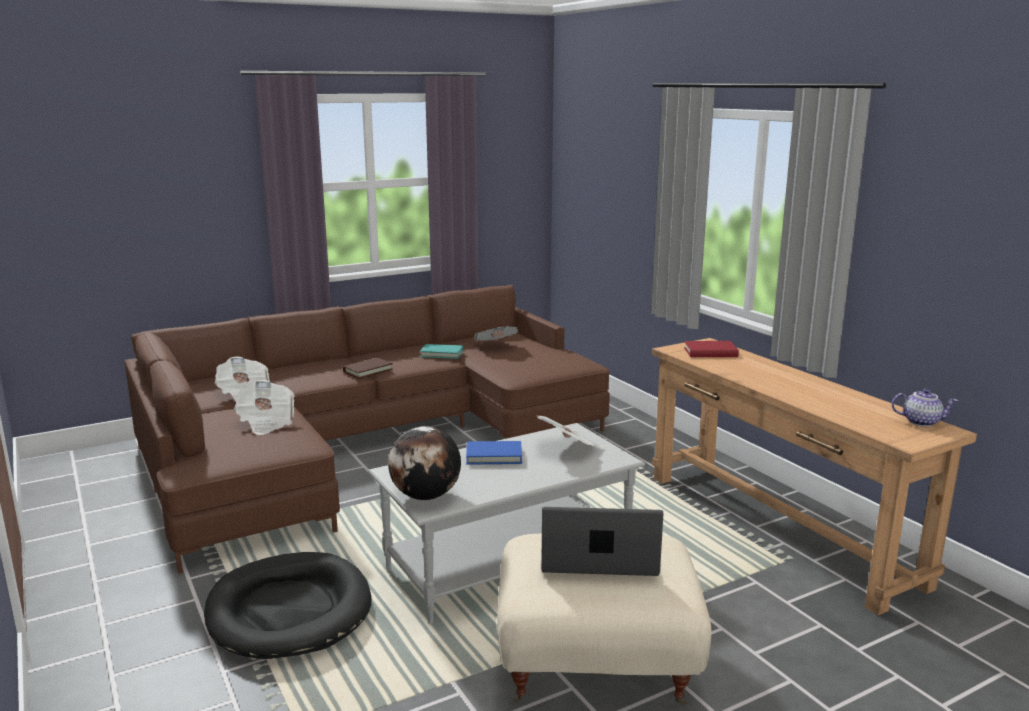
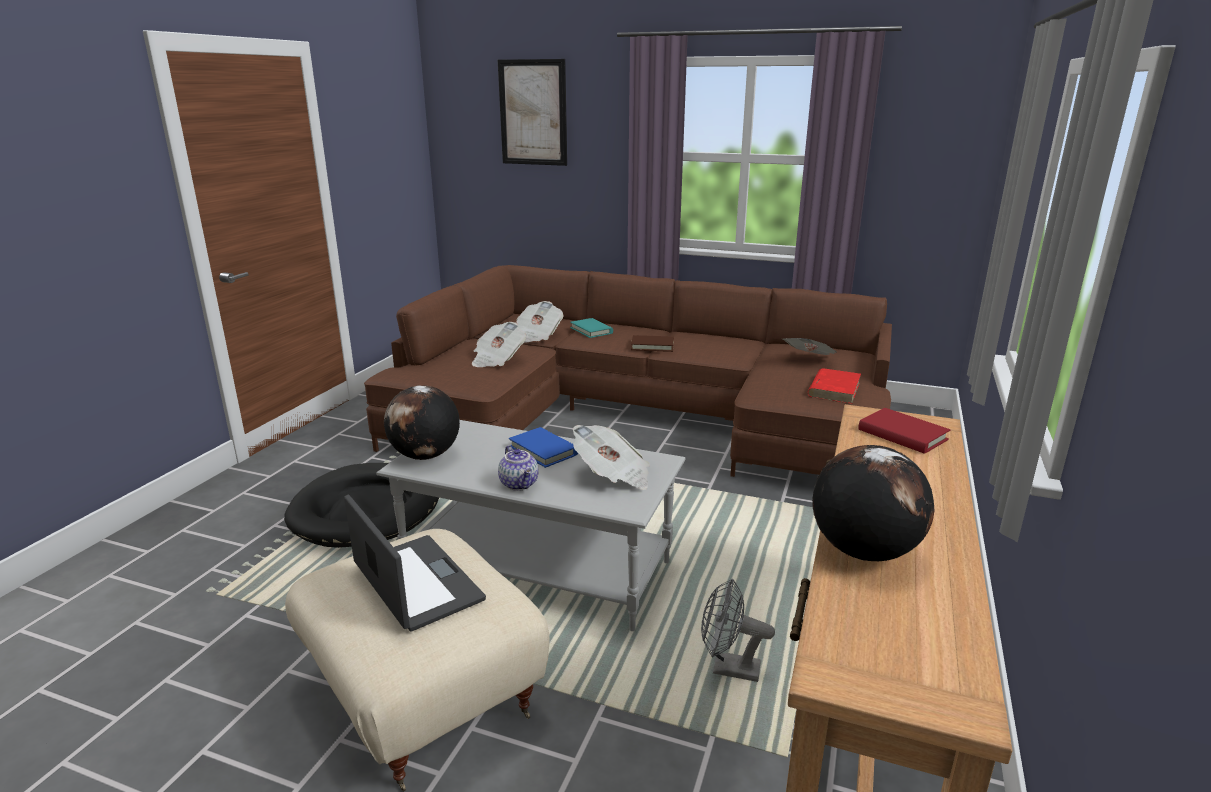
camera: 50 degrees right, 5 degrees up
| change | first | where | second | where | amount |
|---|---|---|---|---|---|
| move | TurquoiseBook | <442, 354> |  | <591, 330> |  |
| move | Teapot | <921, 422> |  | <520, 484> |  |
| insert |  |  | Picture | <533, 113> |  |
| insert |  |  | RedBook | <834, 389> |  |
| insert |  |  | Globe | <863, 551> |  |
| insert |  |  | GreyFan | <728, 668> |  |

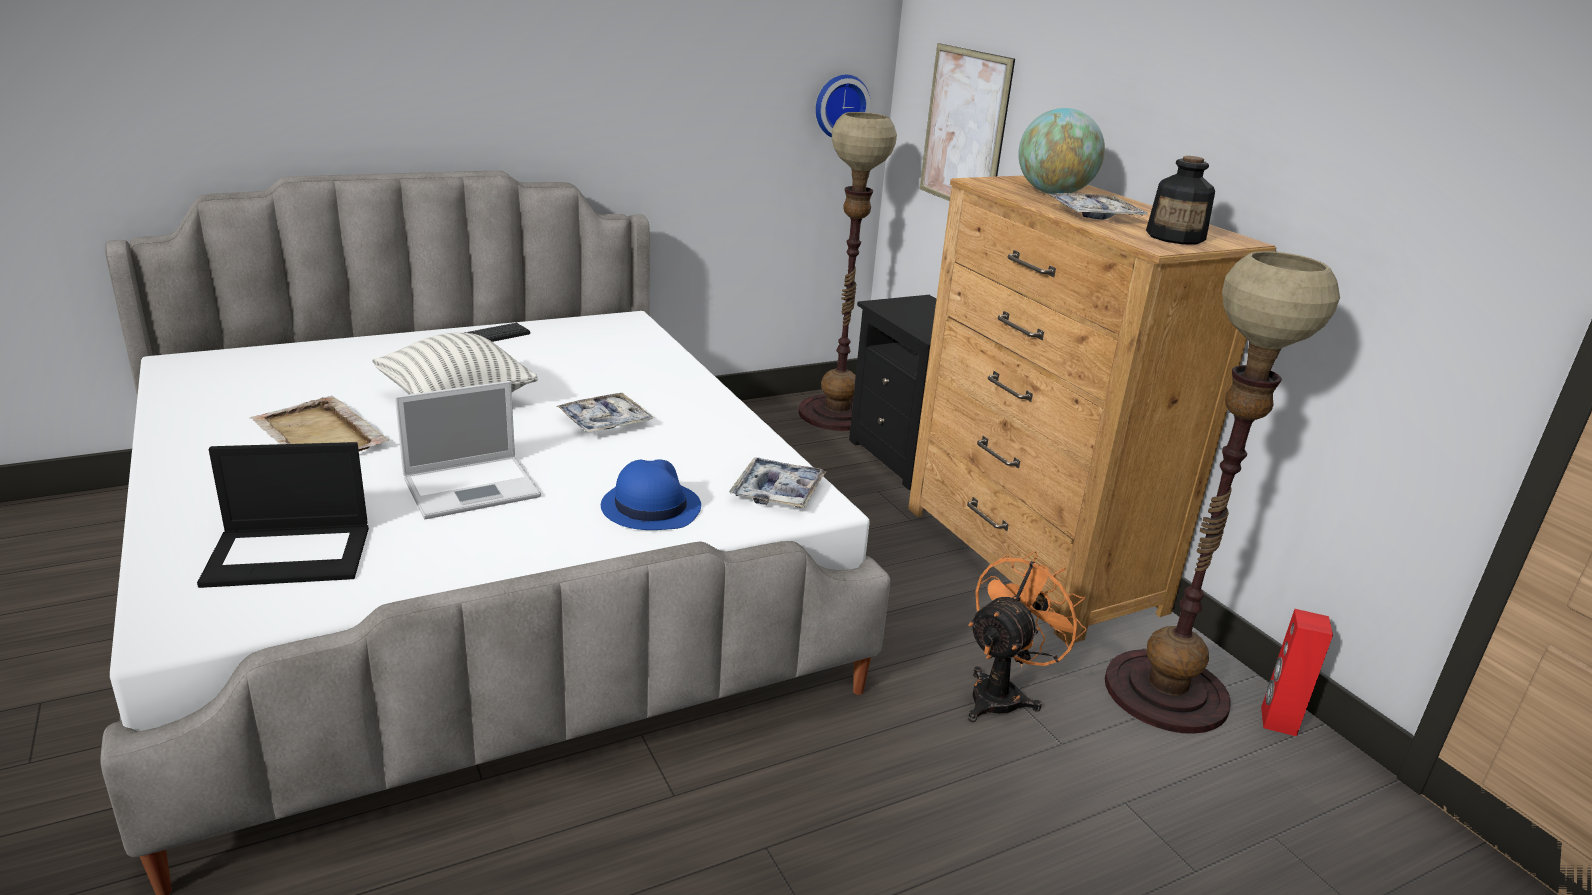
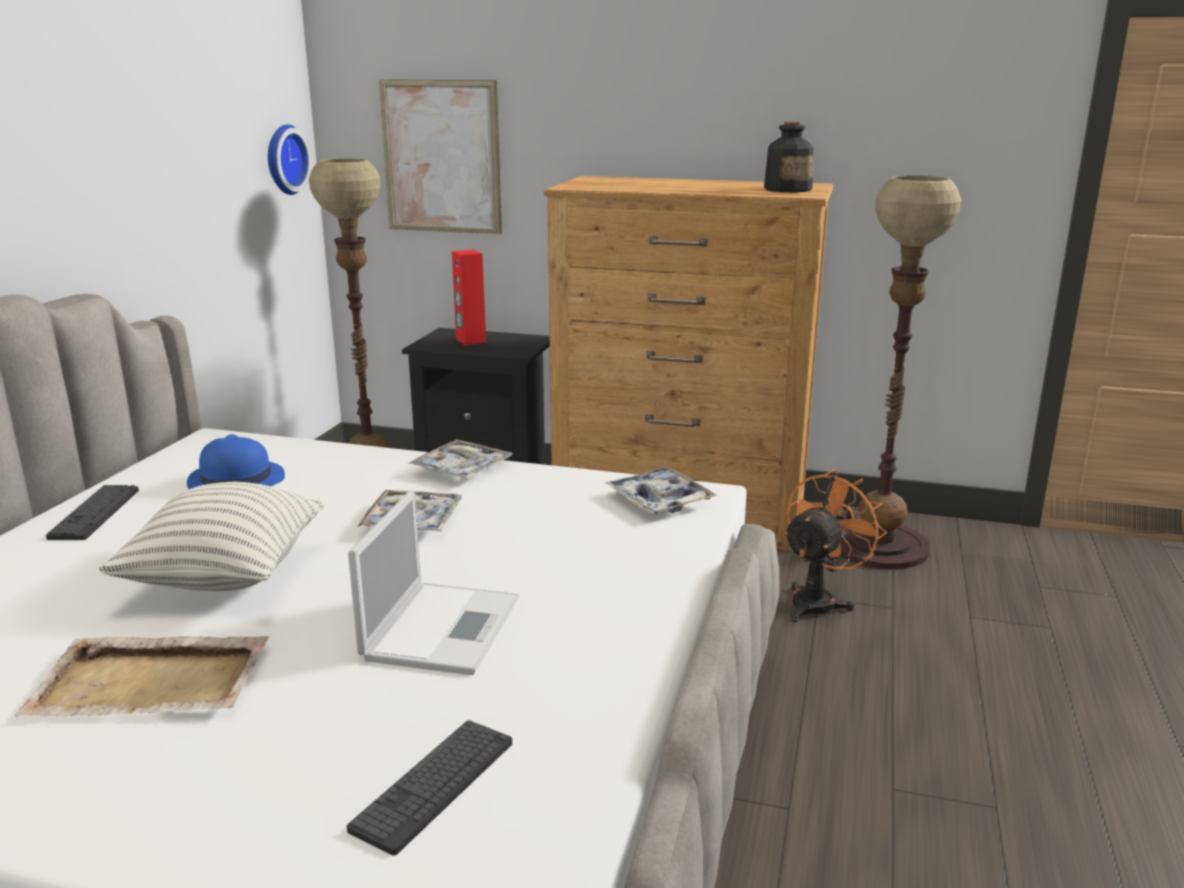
camera: 45 degrees left, 5 degrees down
| change | first | where | second | where | amount |
|---|---|---|---|---|---|
| delete | Globe | <1054, 193> |  |  |  |
| move | Tray | <1094, 215> |  | <461, 469> |  |
| replace | Laptop | <291, 554> | Keyboard | <434, 785> |  |
| move | BlueHat | <650, 507> |  | <235, 480> |  |
| rotate | OrangeFan | <1003, 694> |  | <819, 601> | 45 degrees clockwise |
| move | RedSpeaker | <1277, 721> |  | <470, 340> |  |

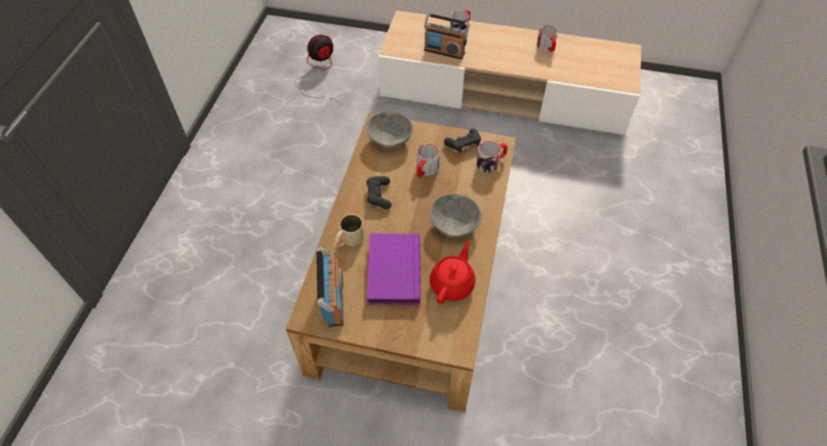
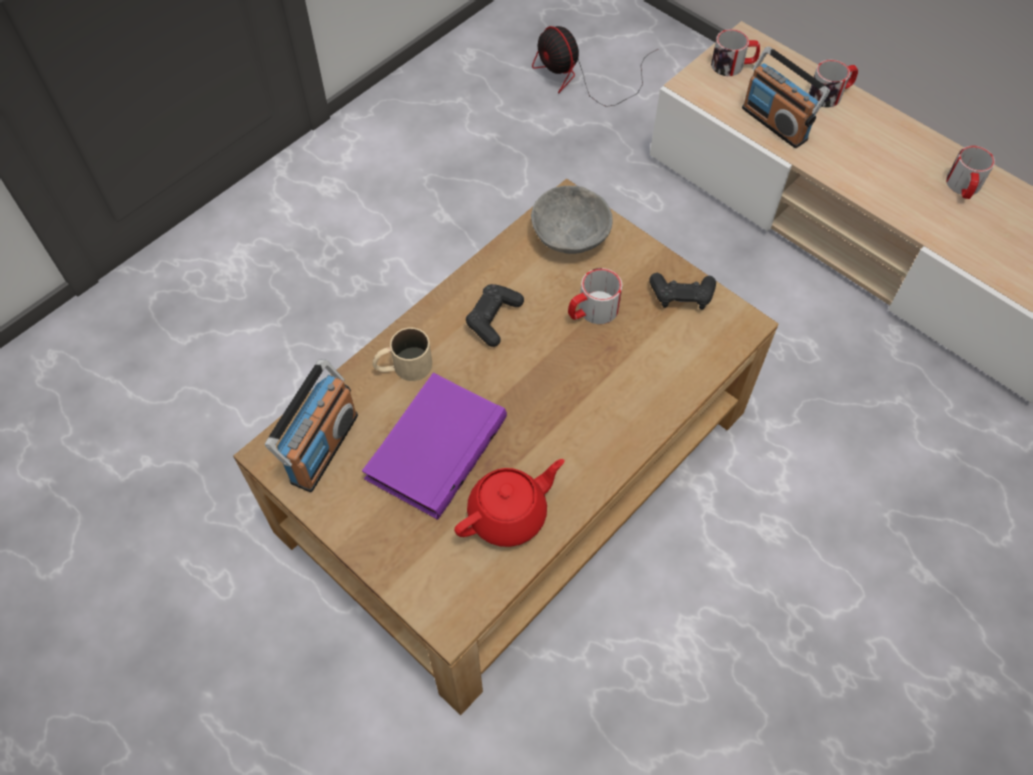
camera: 30 degrees right, 5 degrees up
| change | first | where | second | where | amount |
|---|---|---|---|---|---|
| rotate | Fan | <319, 72> |  | <581, 78> | 120 degrees counterclockwise |
| move | Mug | <491, 162> |  | <733, 65> |  |
| delete | GreyBowl | <453, 224> |  |  |  |

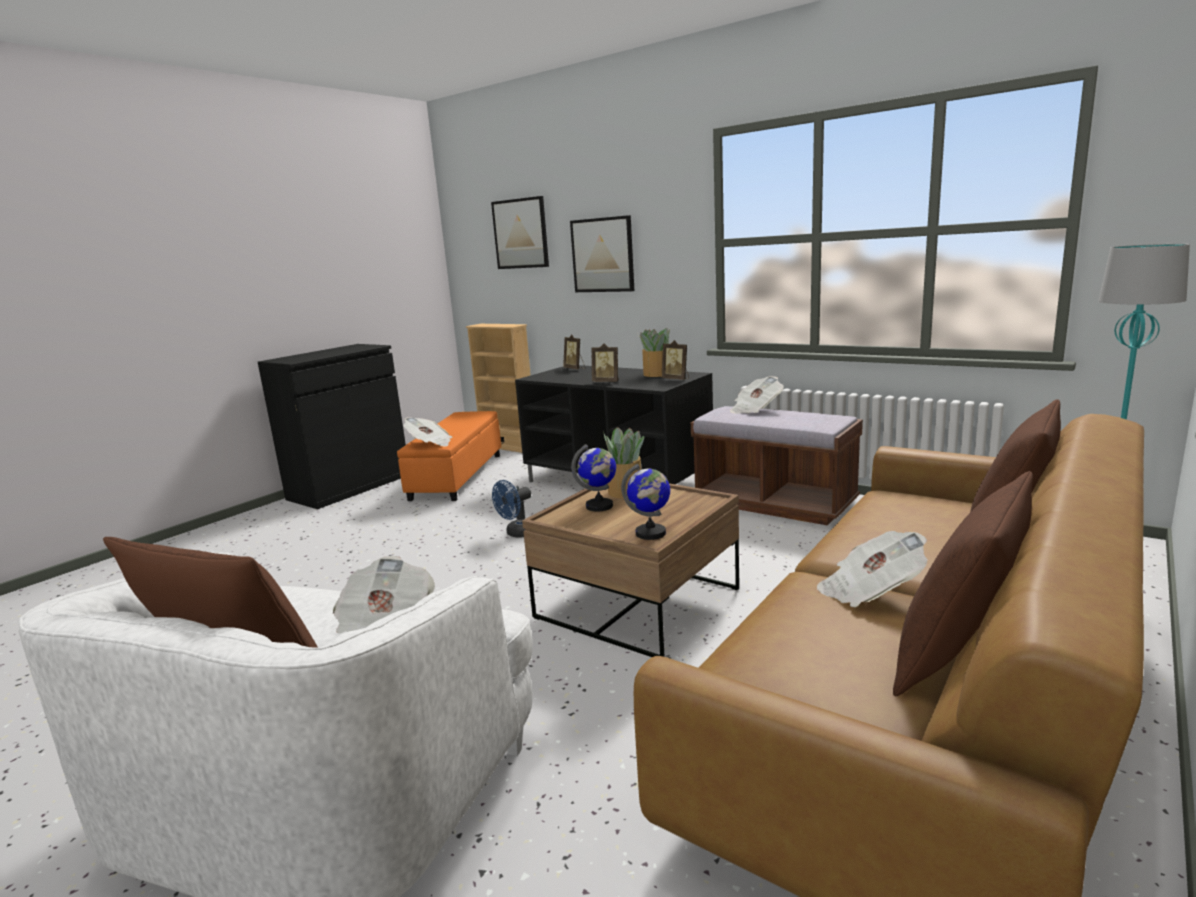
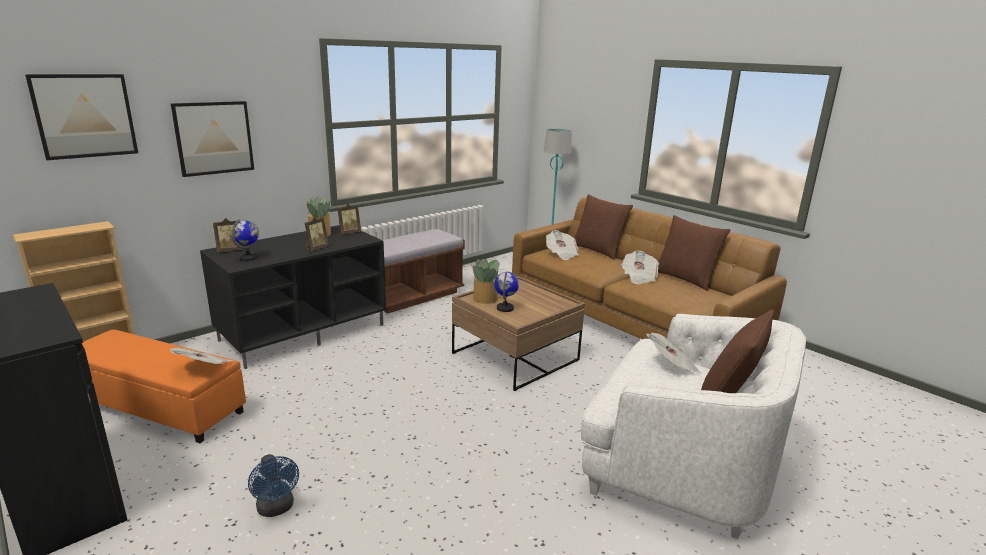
camera: 80 degrees left, 5 degrees up
| change | first | where | second | where | amount |
|---|---|---|---|---|---|
| move | Newspaper | <755, 409> |  | <561, 254> |  |
| move | Globe | <650, 533> |  | <248, 258> |  |
| move | BlueFan | <517, 534> |  | <277, 509> |  |

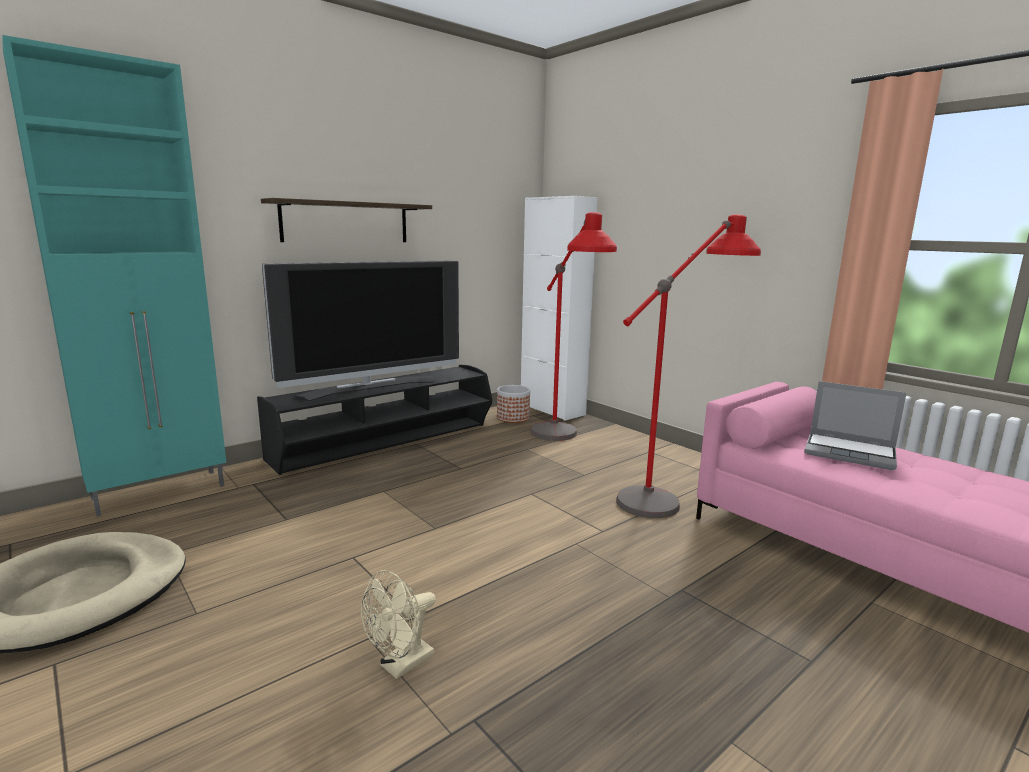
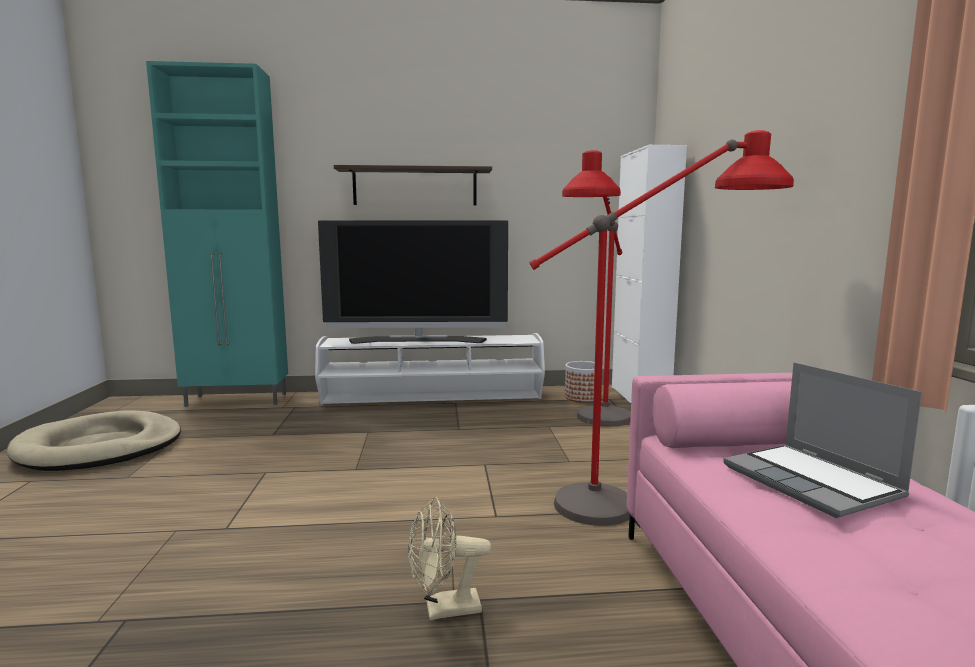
camera: 35 degrees right, 5 degrees down
| change | first | where | second | where | amount |
|---|---|---|---|---|---|
| recolor | BlackTvStand | <387, 443> | WhiteTvStand | <433, 398> |  |
| move | BeigeFan | <401, 665> |  | <444, 609> |  |

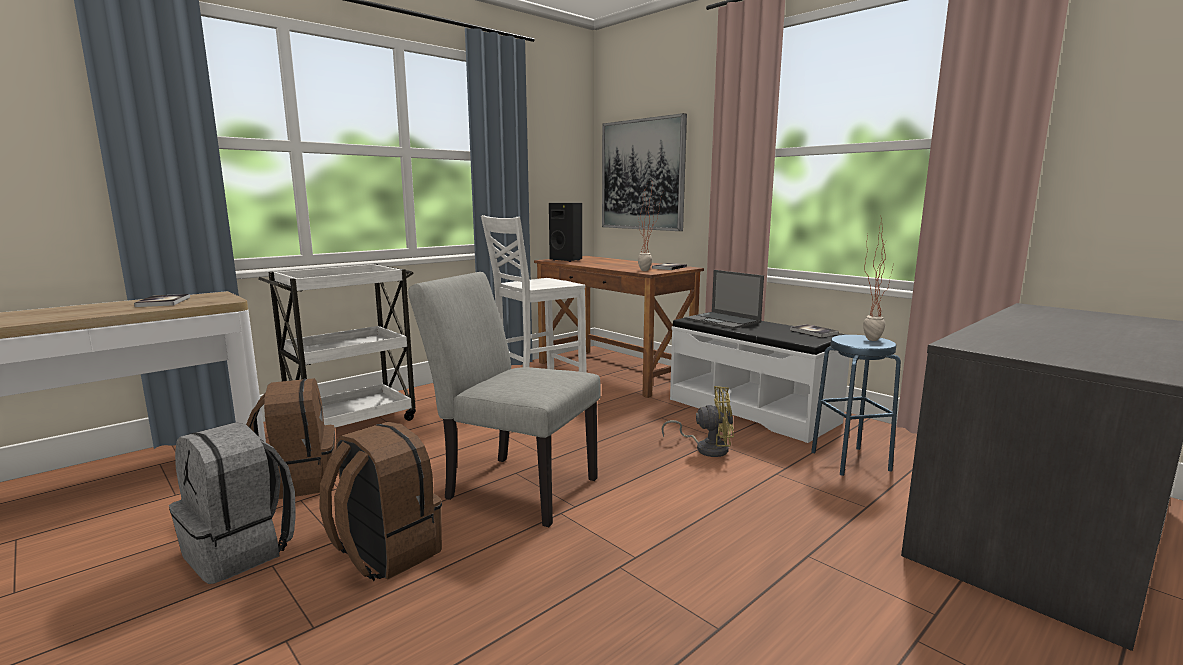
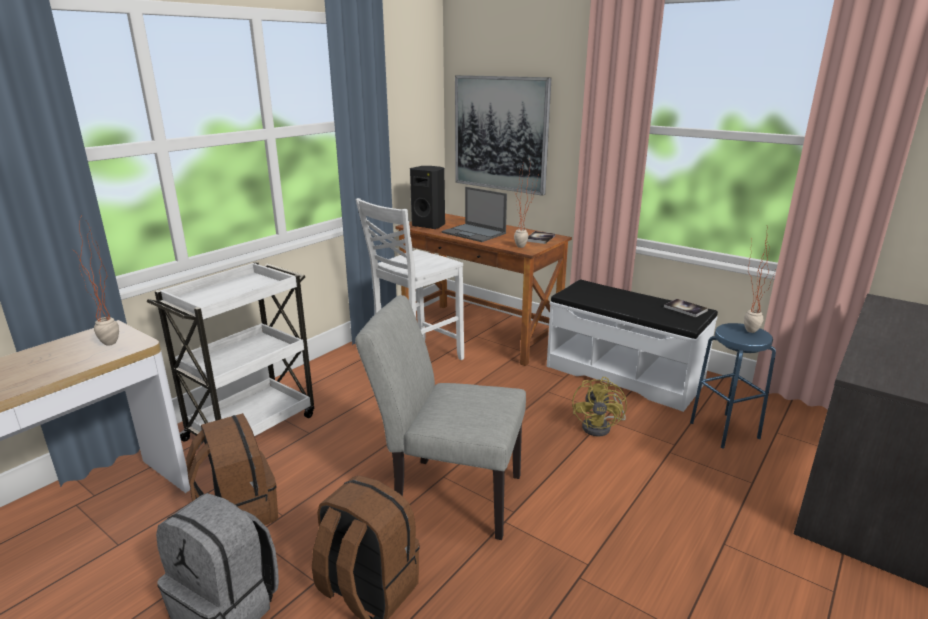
camera: 10 degrees left, 10 degrees up
| change | first | where | second | where | amount |
|---|---|---|---|---|---|
| move | Laptop | <723, 321> |  | <474, 233> |  |
| delete | Book | <163, 302> |  |  |  |
| rotate | YellowFan | <706, 448> |  | <601, 427> | 105 degrees clockwise |
| insert |  |  | PottedPlant | <110, 346> |  |

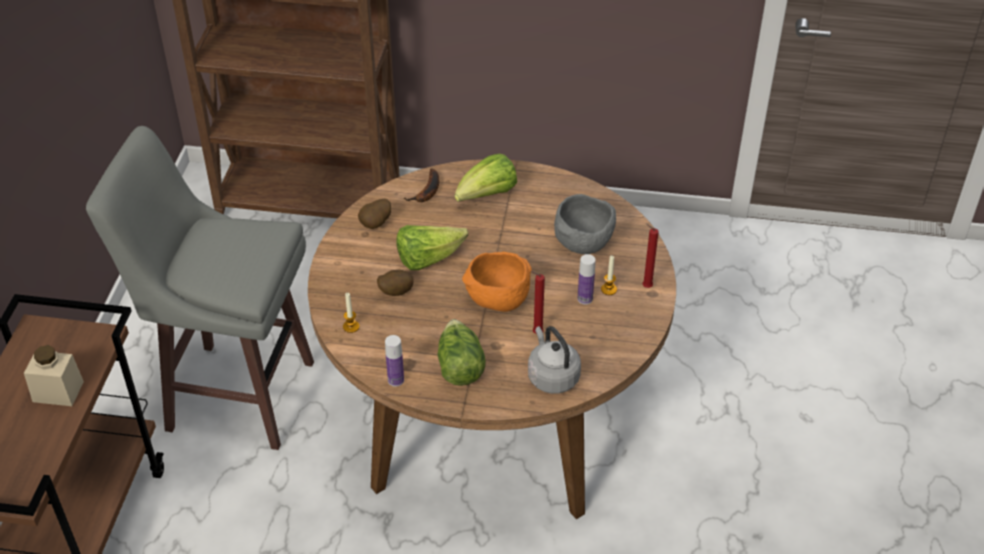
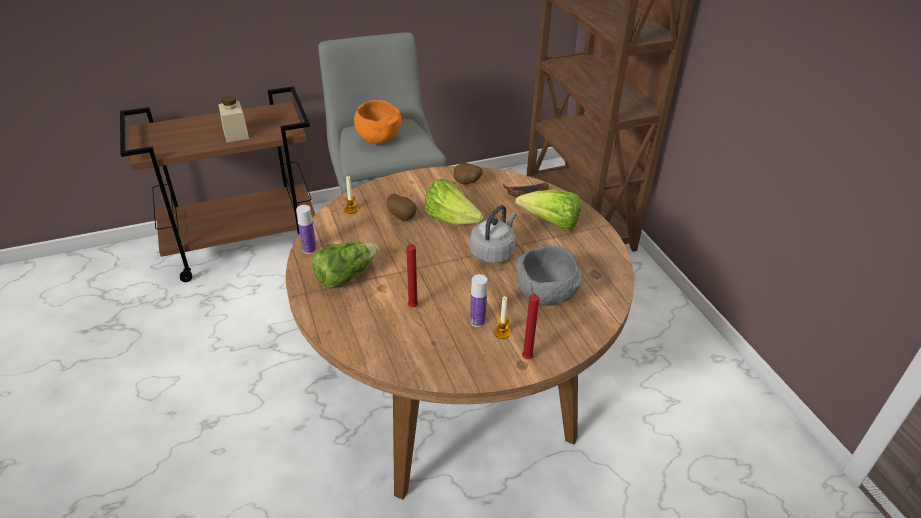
camera: 60 degrees right, 5 degrees down
| change | first | where | second | where | amount |
|---|---|---|---|---|---|
| move | OrangeBowl | <497, 301> |  | <377, 139> |  |
| move | GreyKettle | <552, 376> |  | <493, 252> |  |

